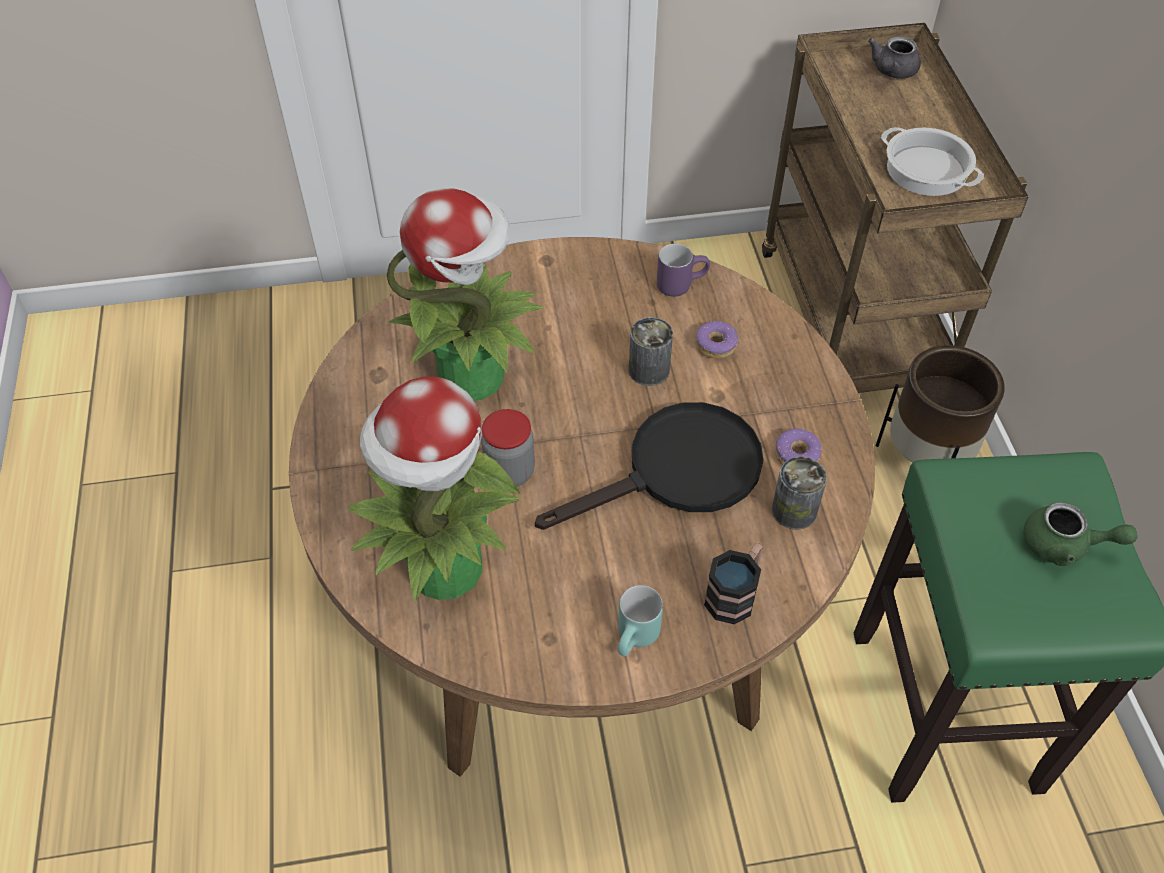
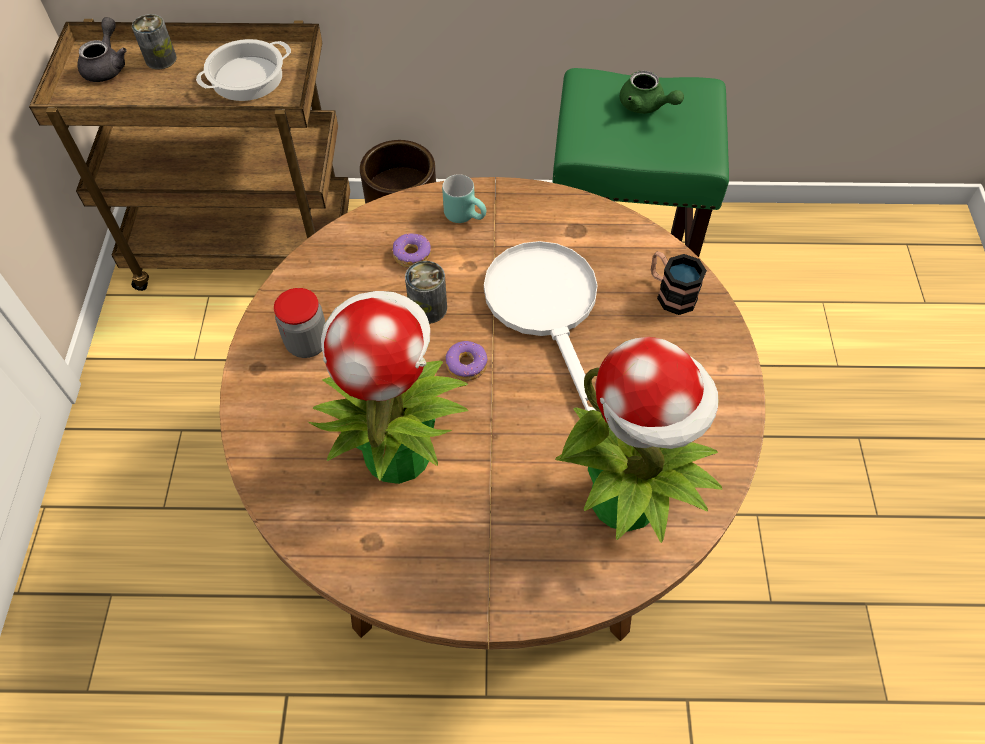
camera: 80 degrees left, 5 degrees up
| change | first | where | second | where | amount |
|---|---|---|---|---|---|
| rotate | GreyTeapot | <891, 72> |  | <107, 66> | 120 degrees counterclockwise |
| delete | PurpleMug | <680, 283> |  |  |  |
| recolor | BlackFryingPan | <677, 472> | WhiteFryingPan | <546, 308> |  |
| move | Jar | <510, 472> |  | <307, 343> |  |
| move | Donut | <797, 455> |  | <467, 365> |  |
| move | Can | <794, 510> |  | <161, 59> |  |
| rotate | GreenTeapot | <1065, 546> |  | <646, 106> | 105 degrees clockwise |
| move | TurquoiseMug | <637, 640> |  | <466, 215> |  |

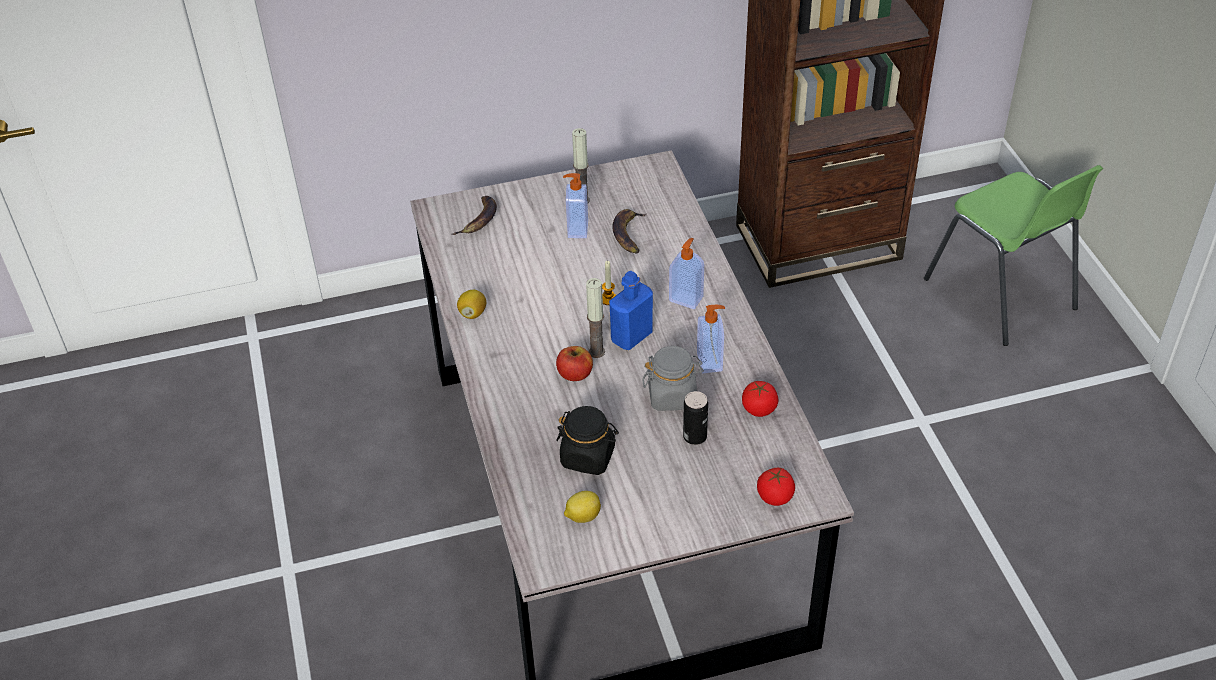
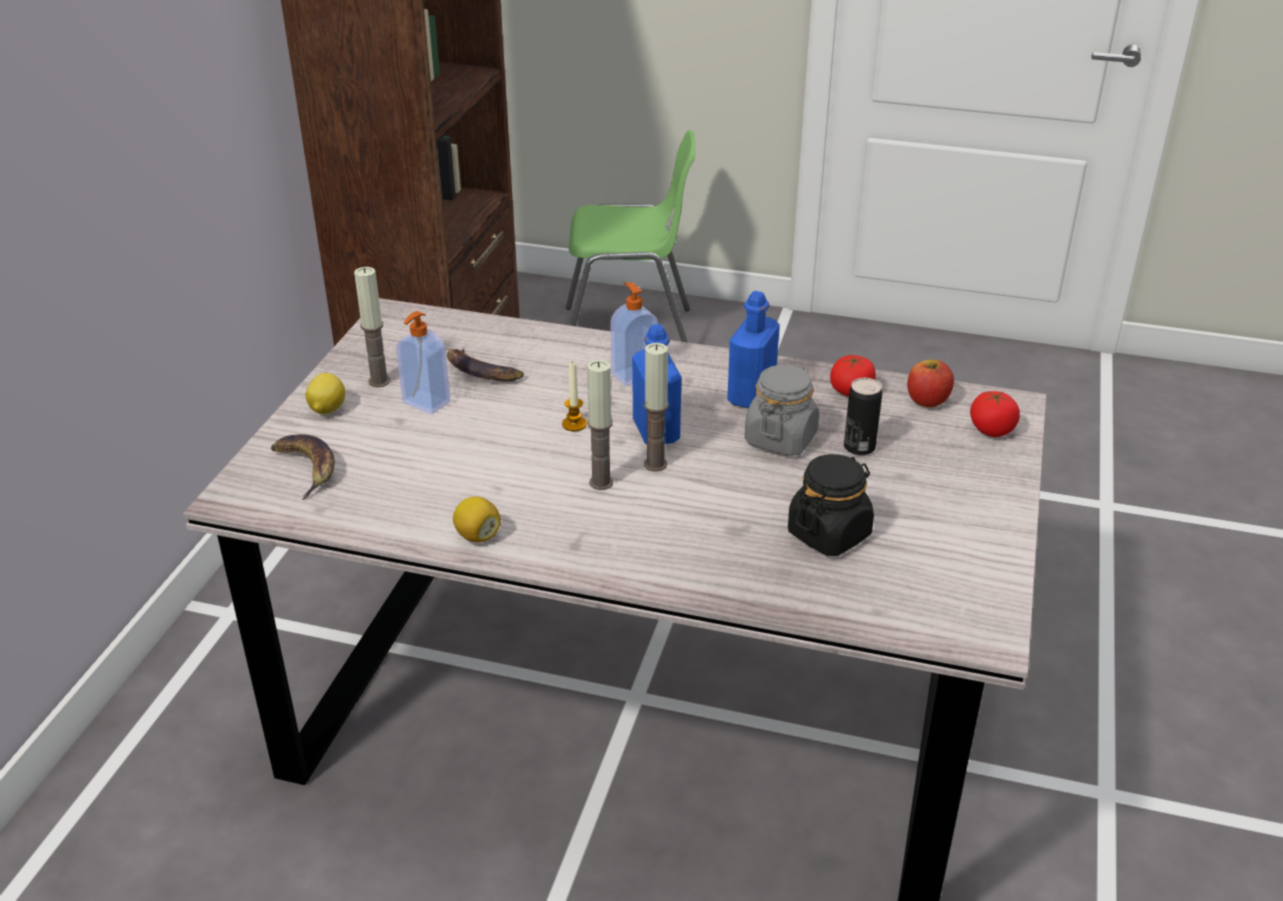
camera: 60 degrees left, 10 degrees down
| change | first | where | second | where | amount |
|---|---|---|---|---|---|
| replace | SoapDispenser | <710, 362> | BlueBottle | <751, 395> |  |
| move | Apple | <575, 374> |  | <927, 400> |  |
| move | Lemon | <582, 516> |  | <327, 410> |  |
| insert |  |  | Candle | <601, 483> |  |

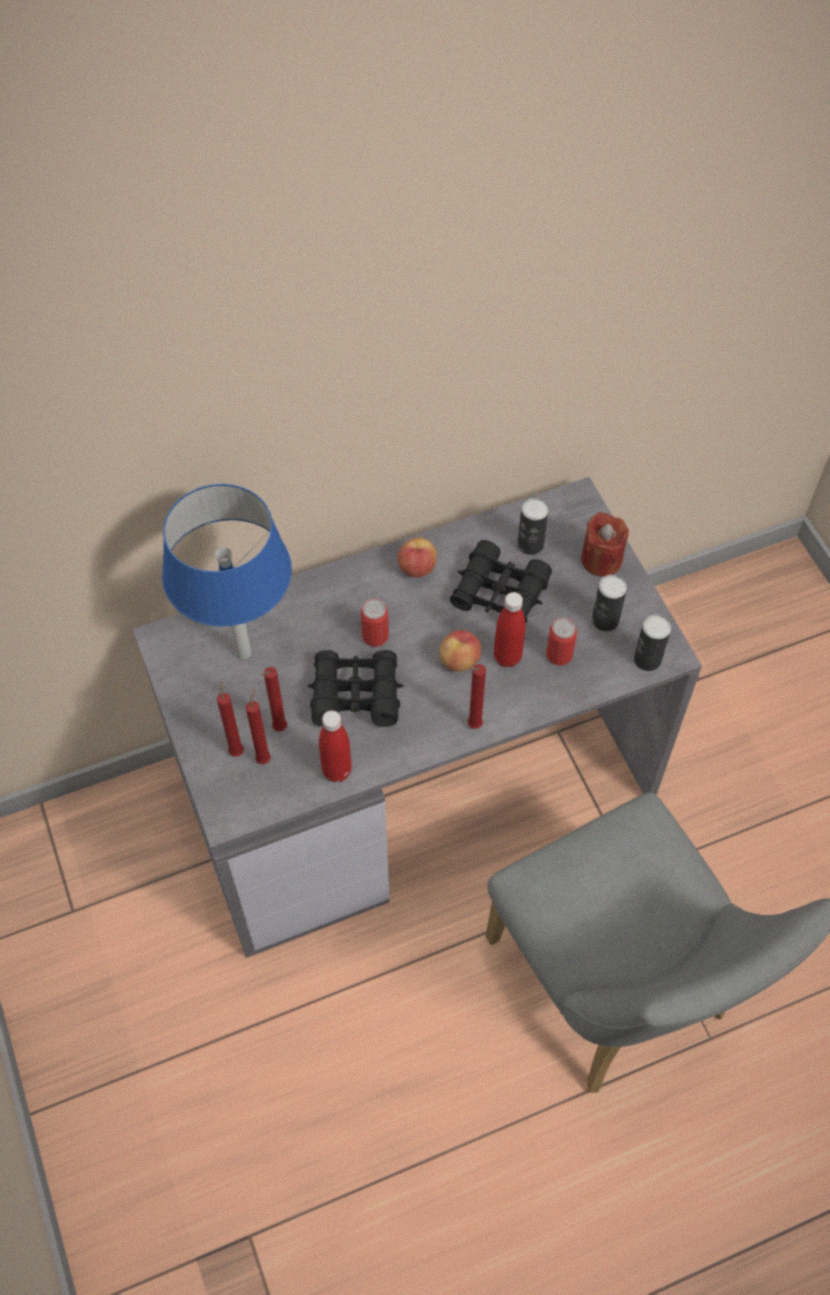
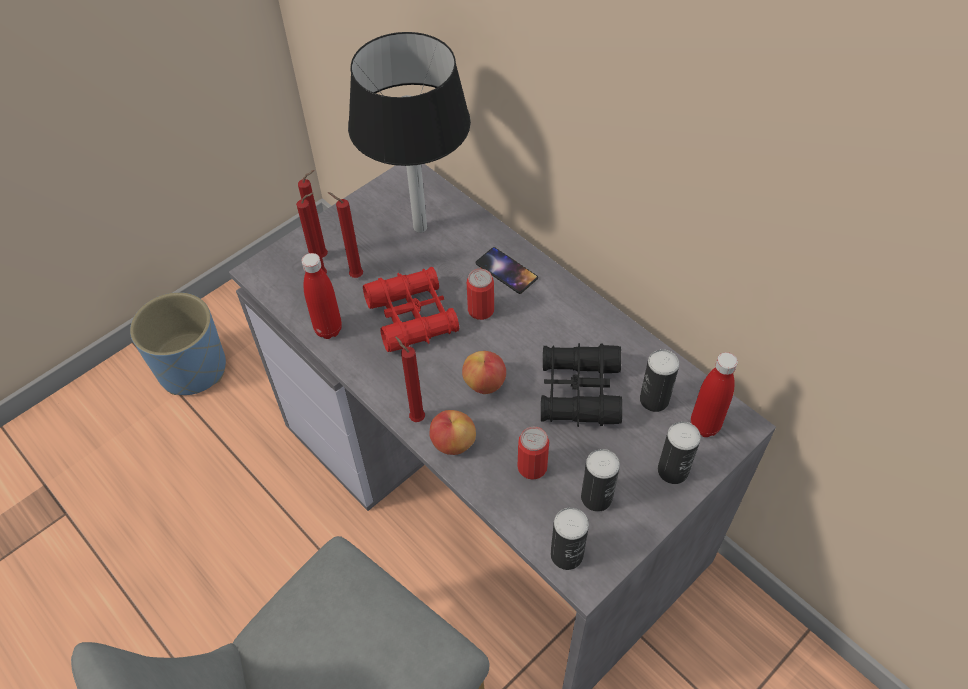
camera: 70 degrees right, 5 degrees down
| change | first | where | second | where | amount |
|---|---|---|---|---|---|
| recolor | BlueTableLamp | <243, 653> | BlackTableLamp | <420, 227> |  |
| replace | RedCandle | <601, 559> | Can | <672, 470> |  |
| move | Apple | <417, 568> |  | <453, 443> |  |
| move | RedBottle | <507, 657> |  | <704, 426> |  |
| recolor | BlackBinoculars | <355, 694> | RedBinoculars | <412, 316> |  |
| insert |  |  | Phone | <506, 270> |  |
| insert |  |  | BluePlanter | <193, 368> |  |

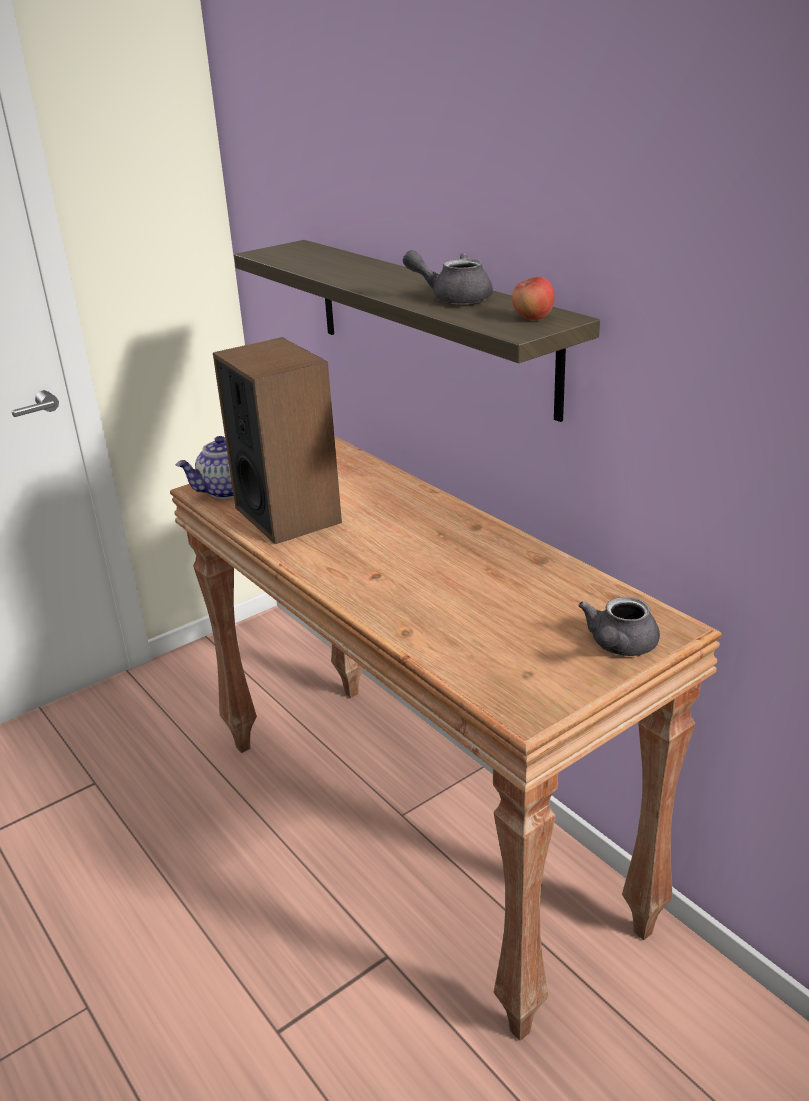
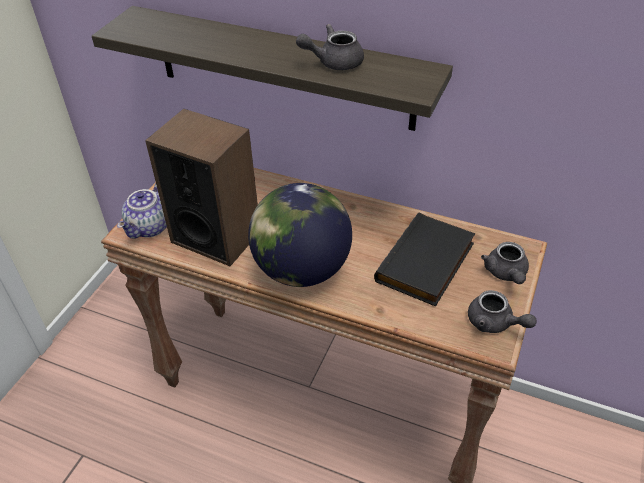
camera: 30 degrees left, 15 degrees up
| change | first | where | second | where | amount |
|---|---|---|---|---|---|
| delete | Apple | <532, 318> |  |  |  |
| insert |  |  | Globe | <301, 269> |  |
| insert |  |  | BlackBook | <427, 264> |  |
| insert |  |  | GreyTeapot | <494, 323> |  |

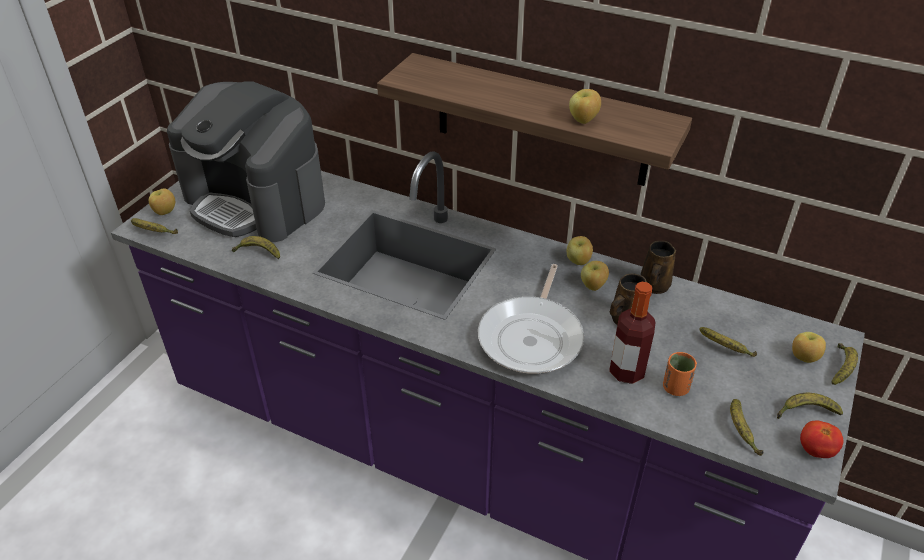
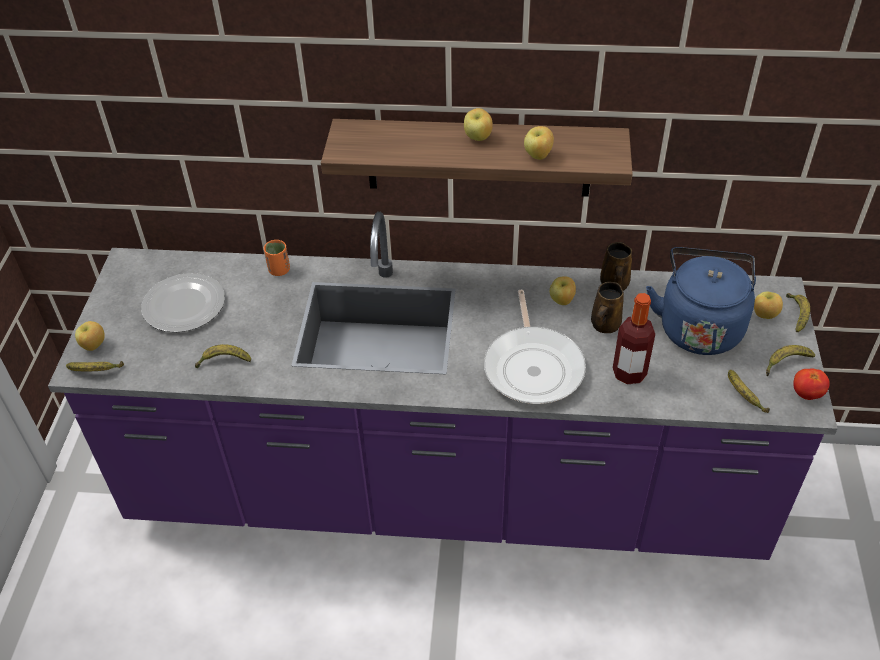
camera: 20 degrees left, 5 degrees up
| change | first | where | second | where | amount |
|---|---|---|---|---|---|
| replace | CoffeeMachine | <256, 200> | Plate | <185, 305> |  |
| move | Apple | <578, 261> |  | <478, 137> |  |
| replace | Banana | <725, 348> | BlueKettle | <699, 326> |  |
| move | OrangeCup | <675, 388> |  | <279, 270> |  |

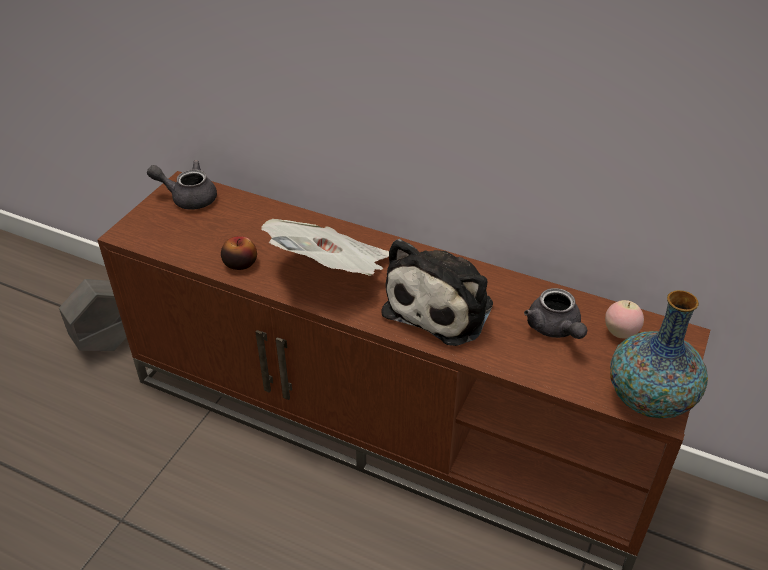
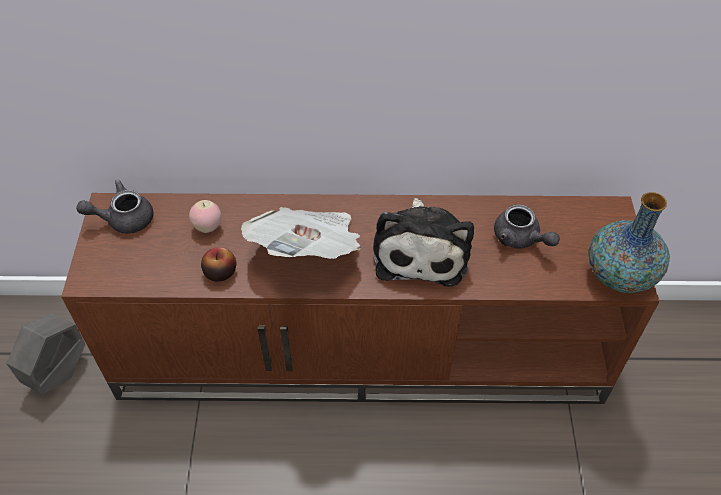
camera: 25 degrees left, 10 degrees up
| change | first | where | second | where | amount |
|---|---|---|---|---|---|
| move | Apple | <620, 333> |  | <208, 227> |  |

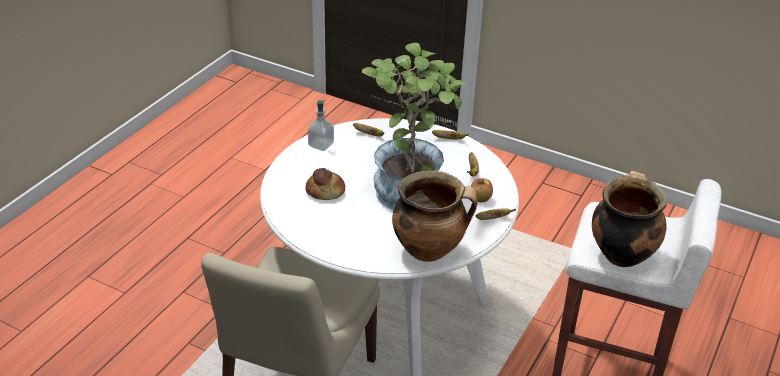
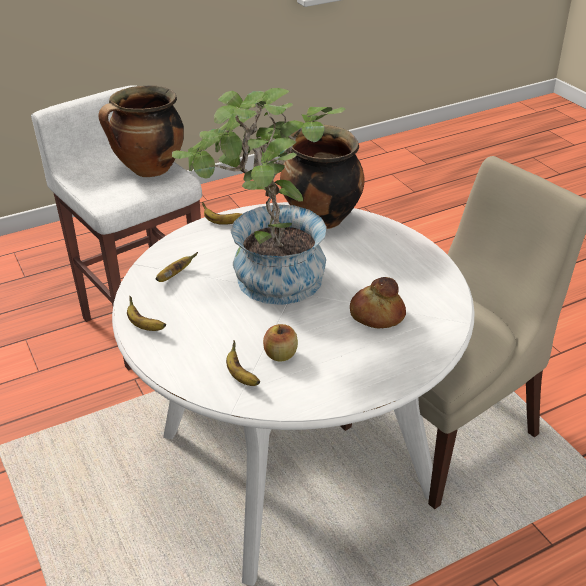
camera: 145 degrees left, 0 degrees up
| change | first | where | second | where | amount |
|---|---|---|---|---|---|
| delete | SoapDispenser | <321, 145> |  |  |  |
| move | Apple | <480, 198> |  | <280, 355> |  |

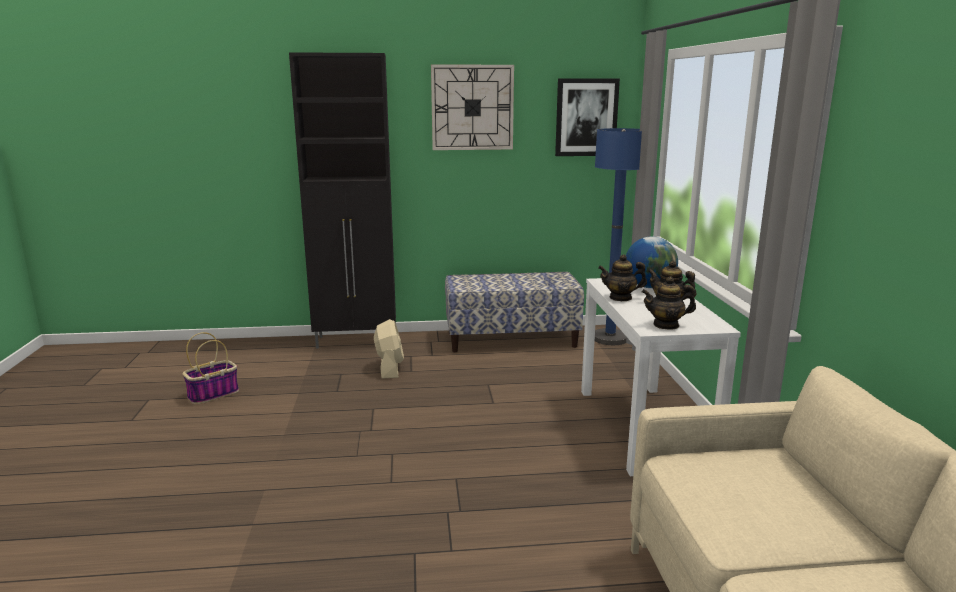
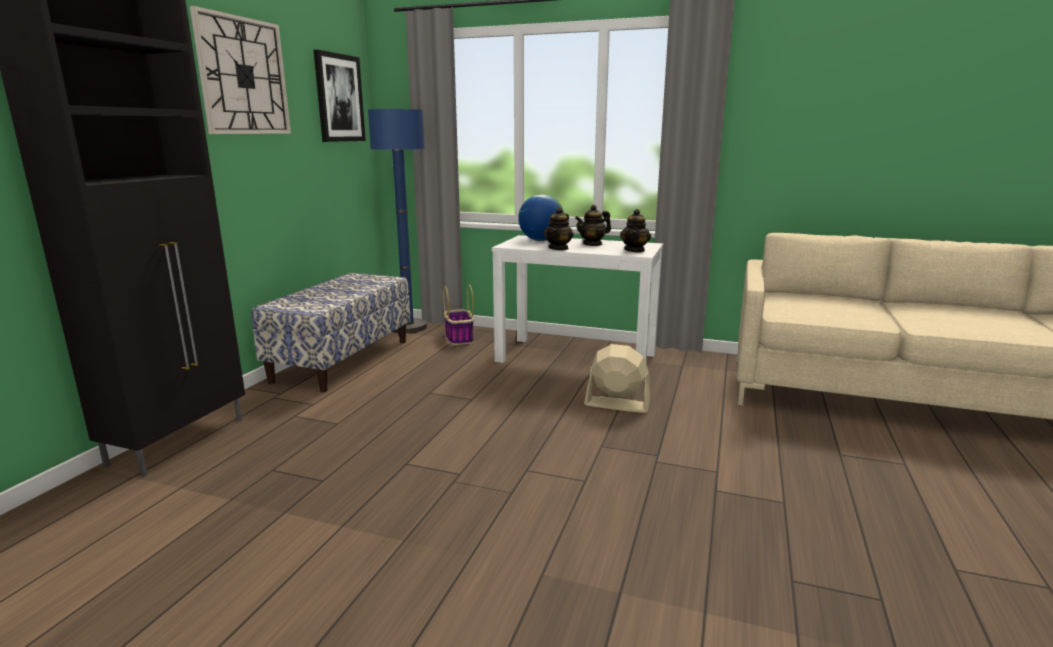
camera: 65 degrees left, 0 degrees up
| change | first | where | second | where | amount |
|---|---|---|---|---|---|
| move | BeigeFan | <390, 368> |  | <616, 404> |  |
| move | Basket | <213, 394> |  | <459, 338> |  |

